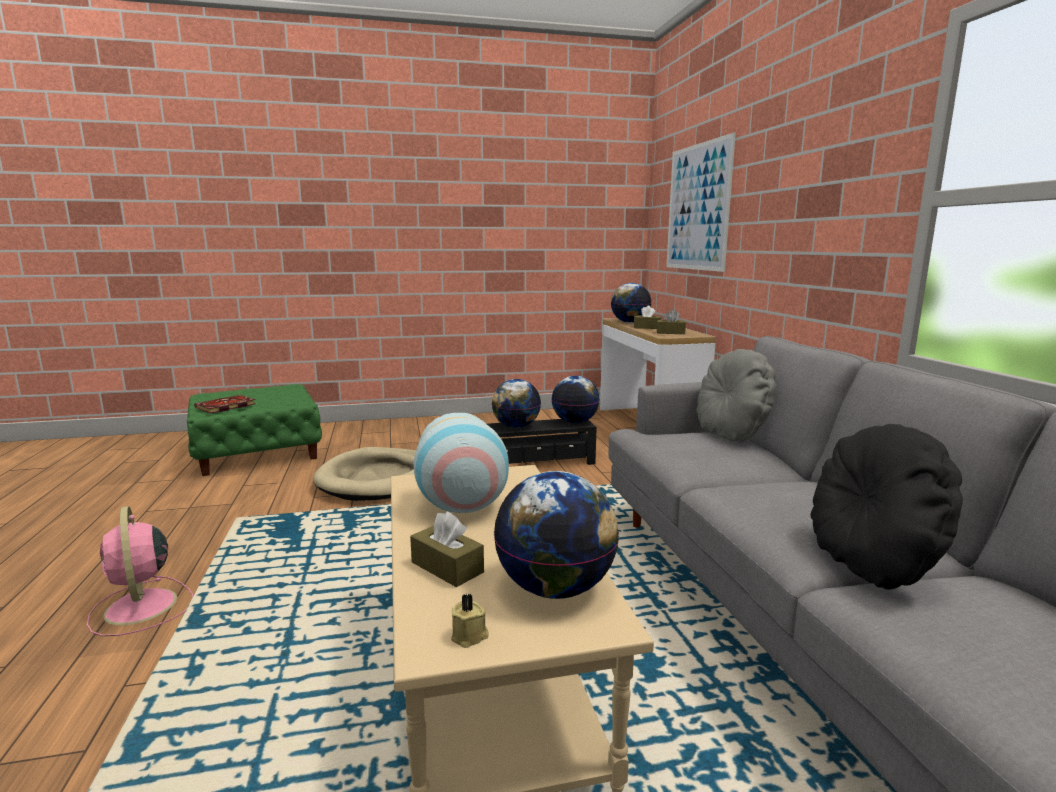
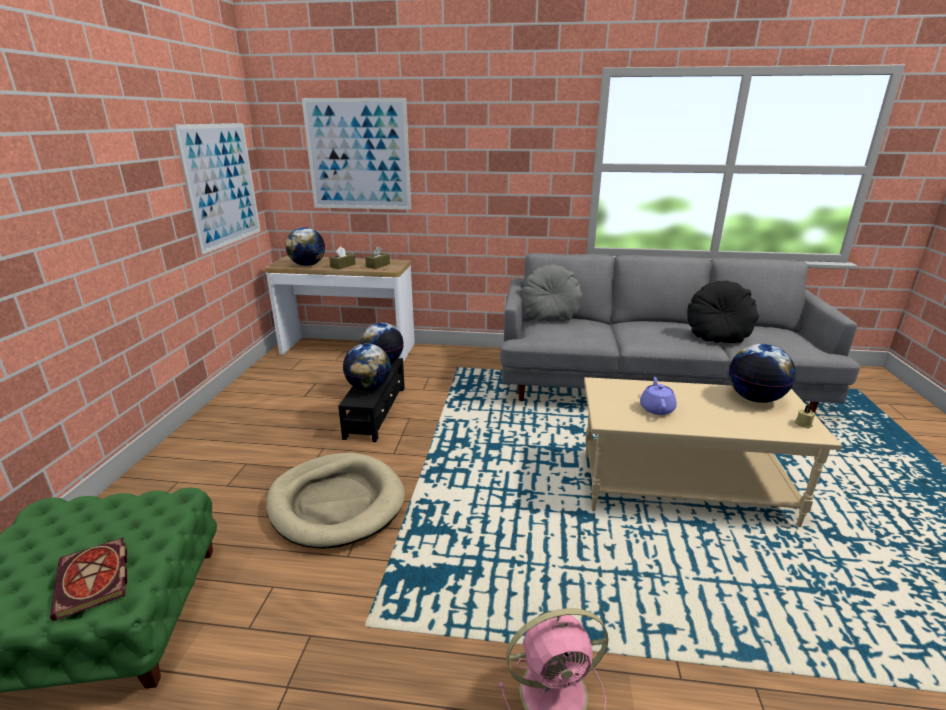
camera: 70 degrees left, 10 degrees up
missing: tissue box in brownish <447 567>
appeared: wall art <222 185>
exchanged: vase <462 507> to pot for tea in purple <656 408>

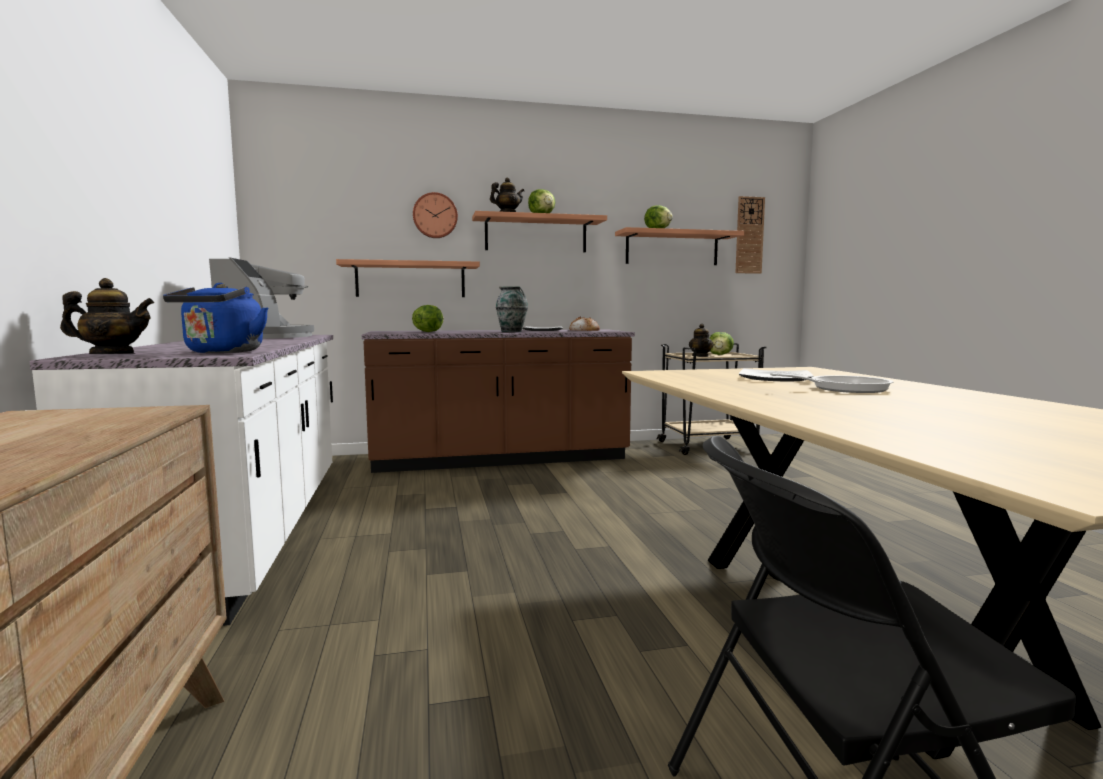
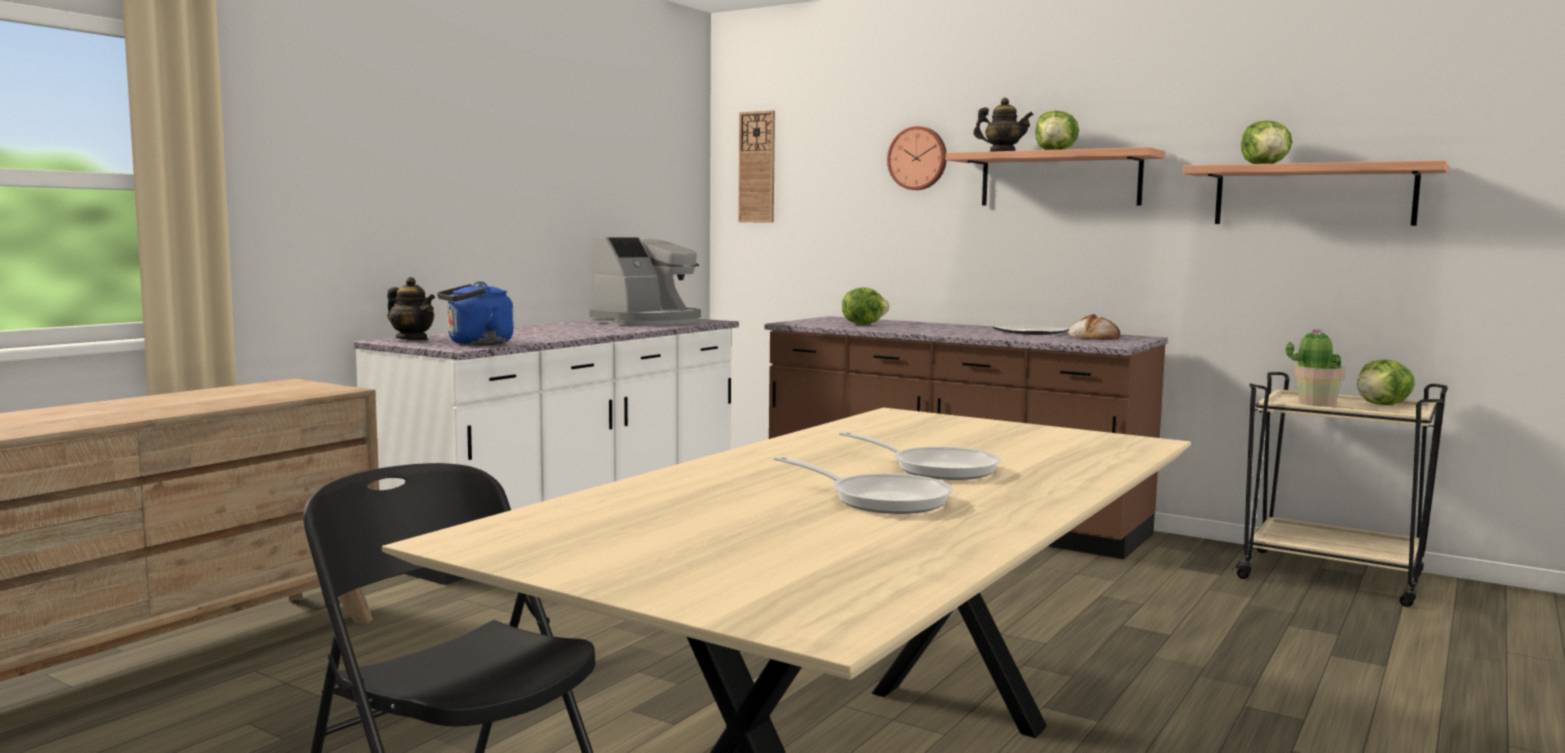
camera: 45 degrees right, 0 degrees up
missing: wall shelf <410 280>; vase <512 332>; flat dish <775 378>
appeared: skillet <881 499>
relocated: wall clock <749 235> to <757 167>
exchanged: pot for tea <700 356> to houseplant <1316 403>

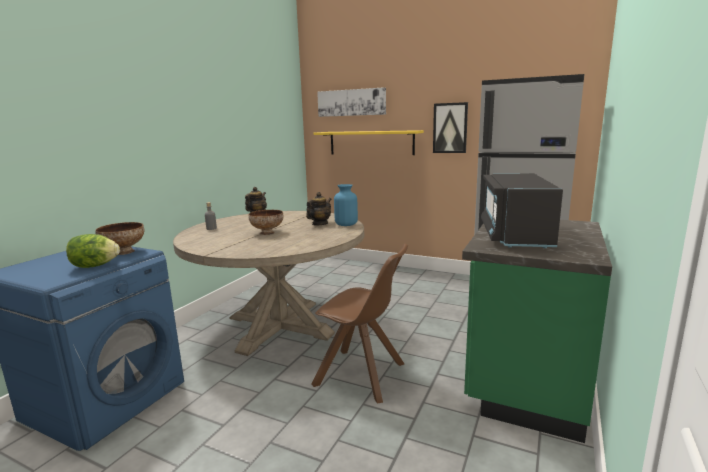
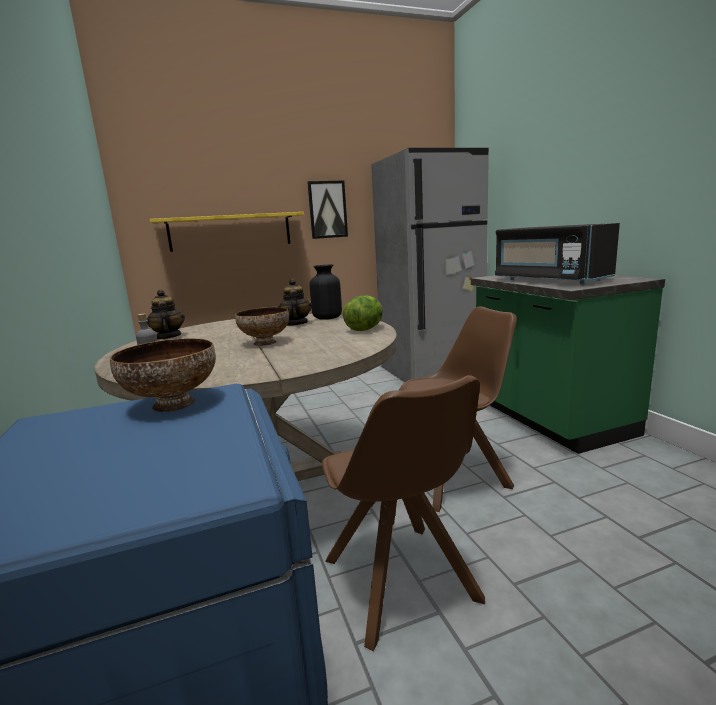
camera: 45 degrees left, 0 degrees up
missing: wall art <351 102>
appeared: plain chair in brownish <401 583>
relocated: lettuce <95 266> to <365 329>
colour: vase in blue-coloured <346 224> to vase in black-coloured <327 318>

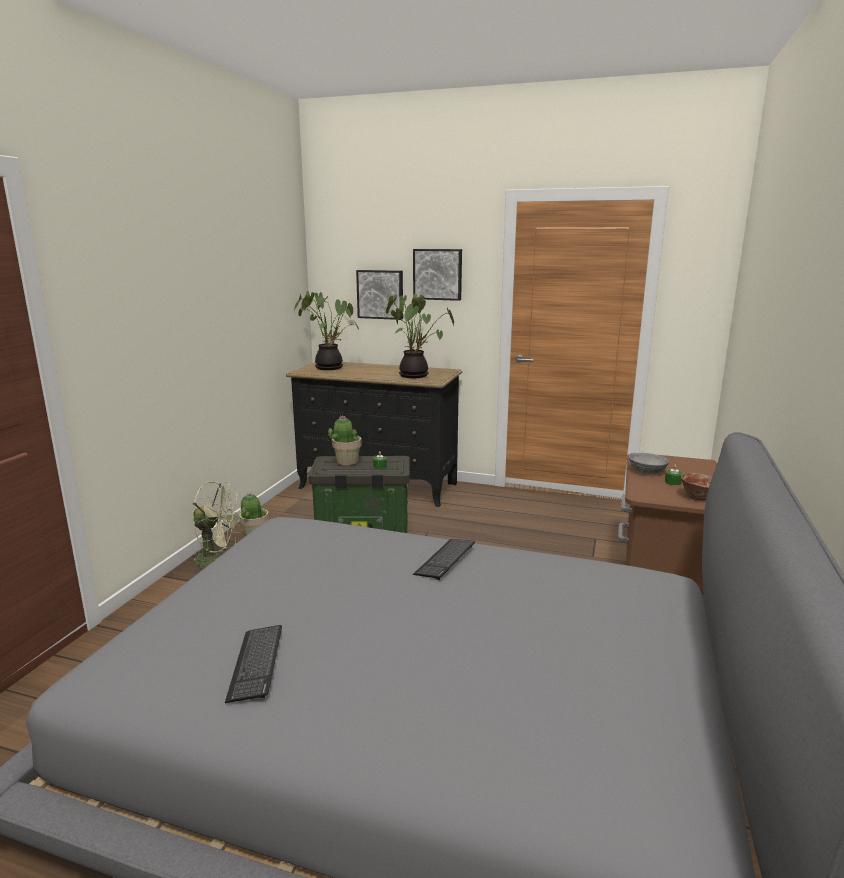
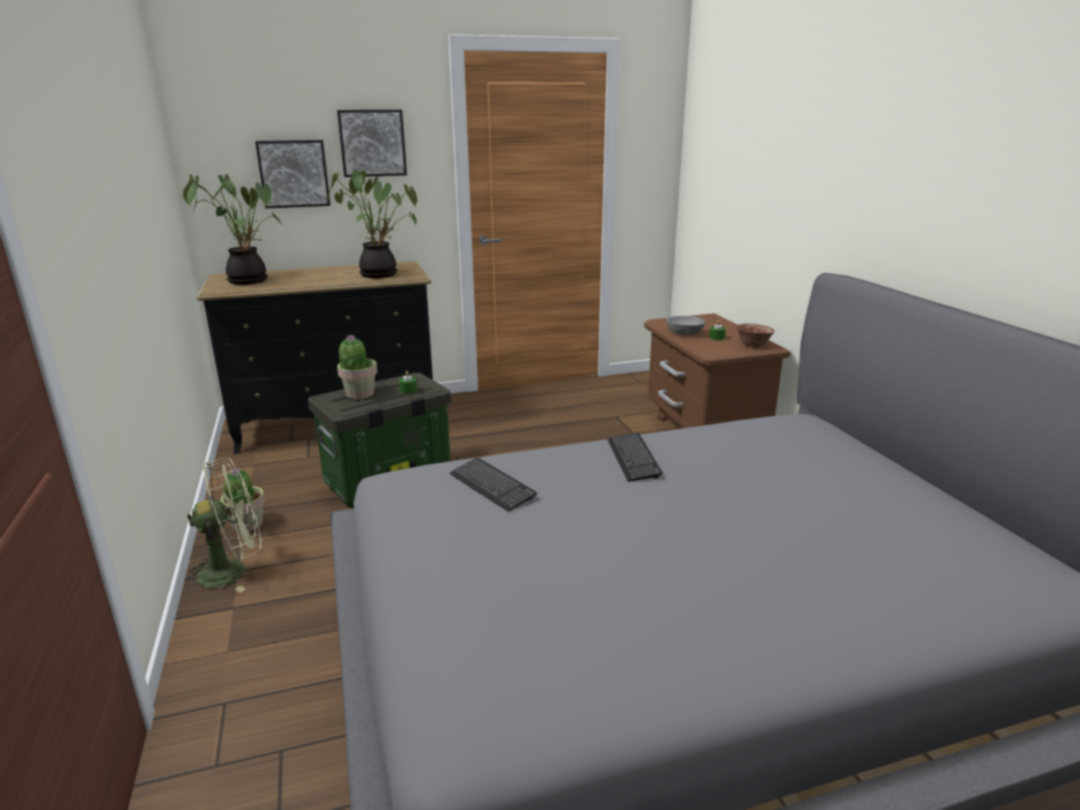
camera: 35 degrees left, 5 degrees up
relocated: keyboard <256 664> to <492 486>

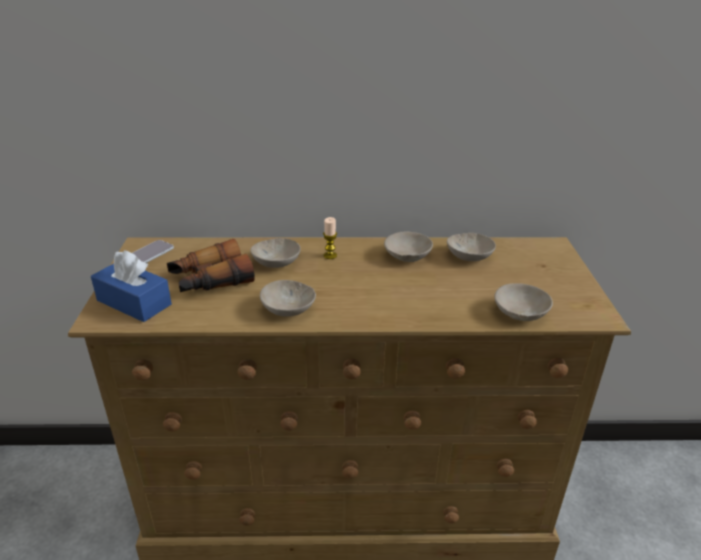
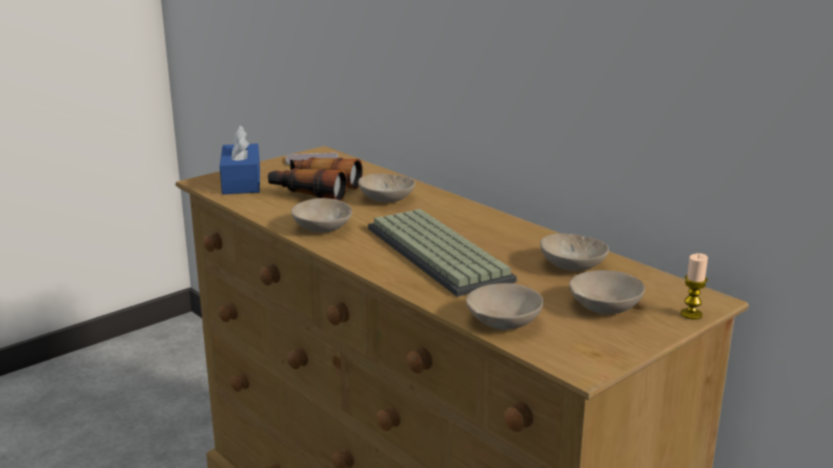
camera: 50 degrees right, 10 degrees down
appeared: keyboard <441 253>
relocated: bowl in sand-coloured <408 255> to <608 307>; wax candle <330 255> to <691 314>

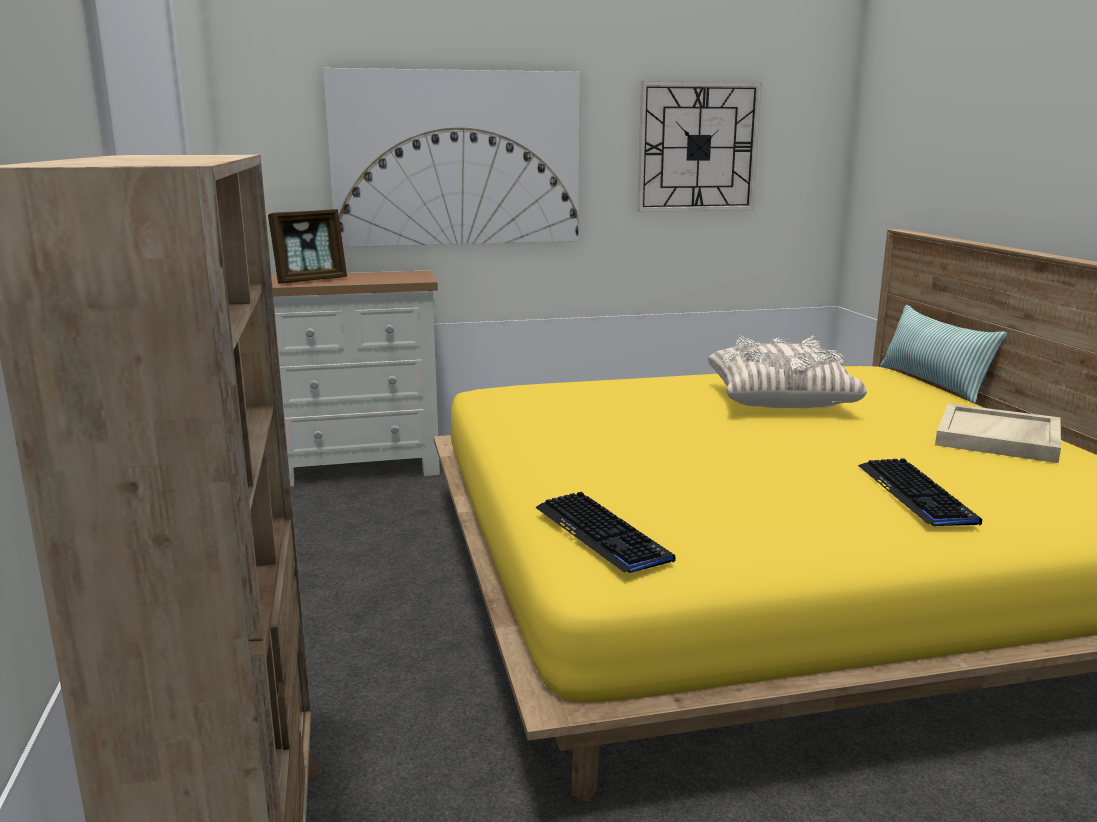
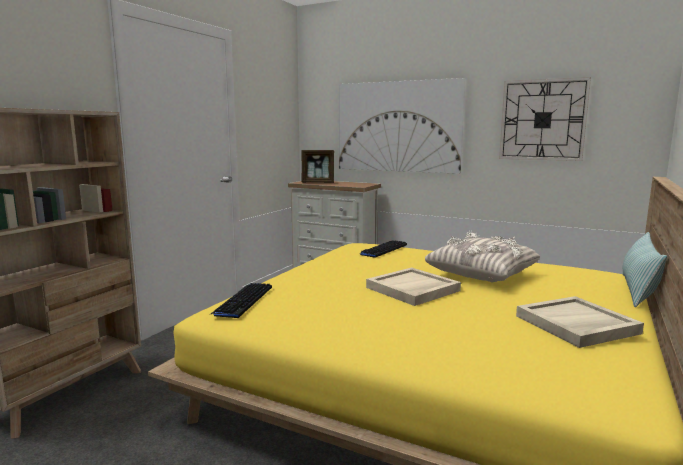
camera: 40 degrees right, 5 degrees down
appeared: tray in sand-coloured <412 289>
relocated: keyboard <916 494> to <383 250>

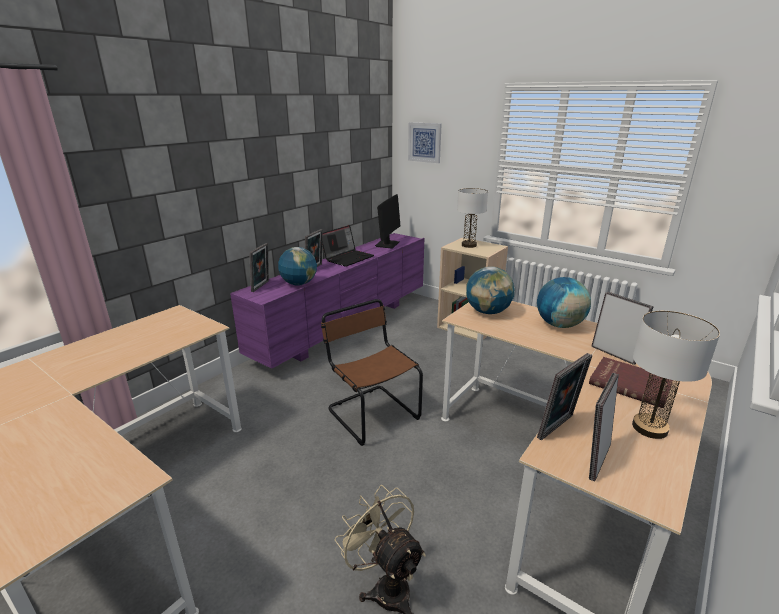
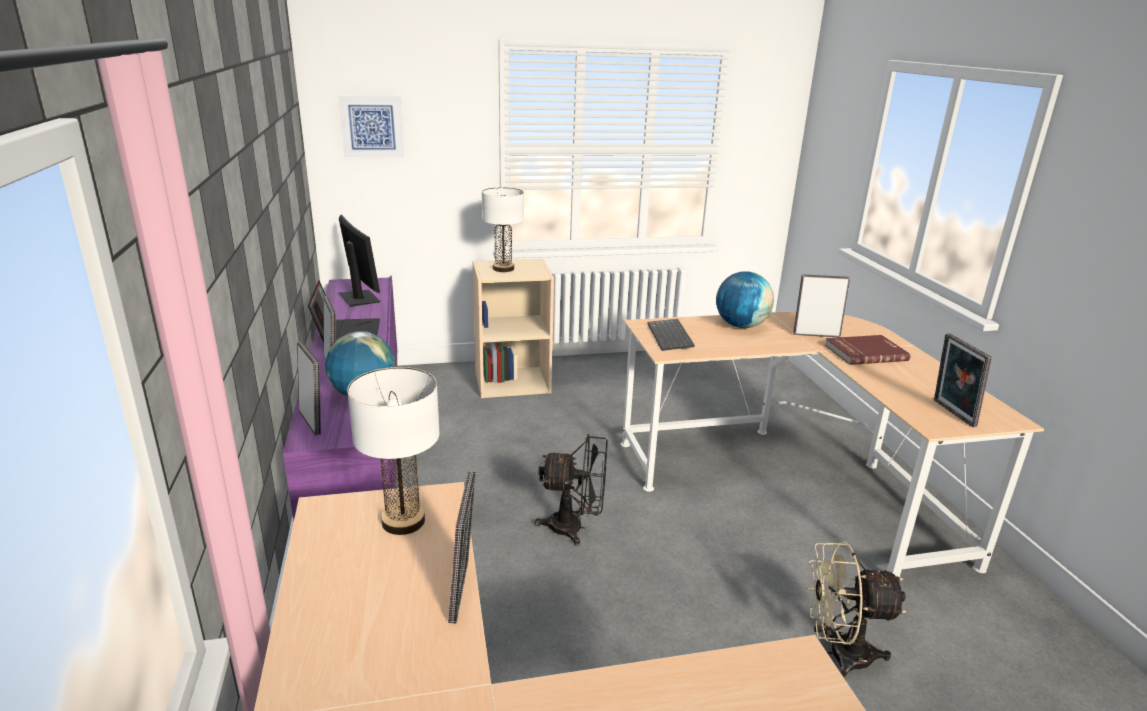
camera: 50 degrees left, 0 degrees up
relocated: tabletop lamp <650 428> to <404 521>; picture frame <558 428> to <464 591>
exchanged: plain chair in brownish <371 412> to fan in black-coloured <575 527>; world globe <488 312> to keyboard <671 336>

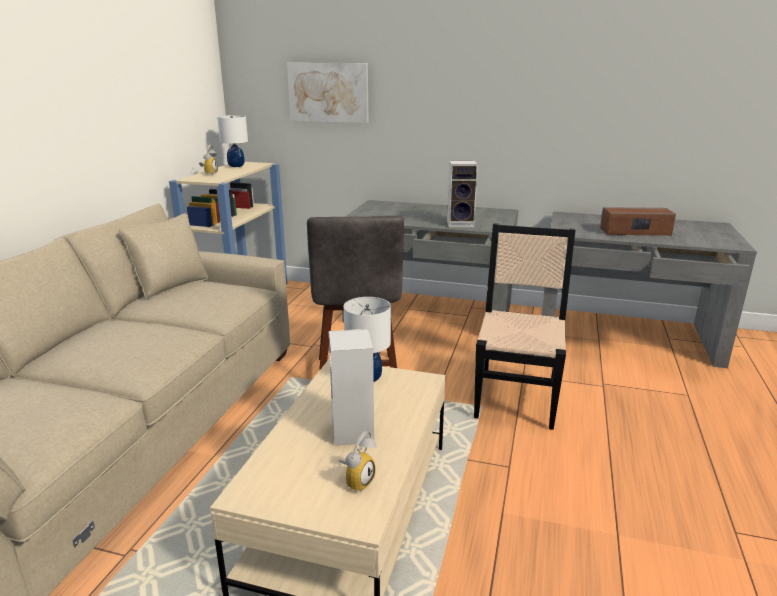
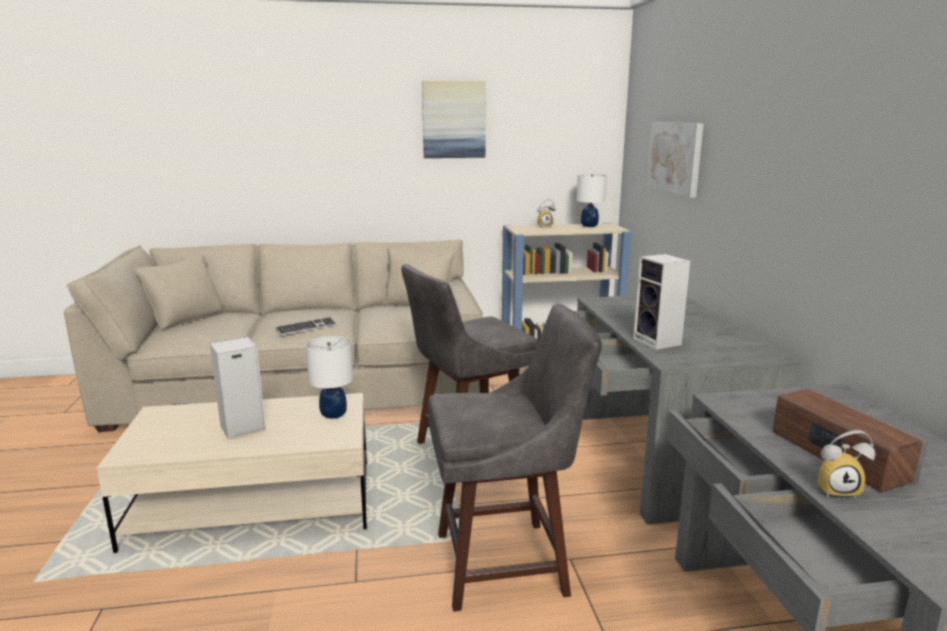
camera: 65 degrees right, 5 degrees down
appeared: keyboard <306 328>; wall art <453 120>
relocated: alarm clock <357 481> to <837 489>
exchanged: plain chair <516 397> to sitting stool in greyish <506 562>

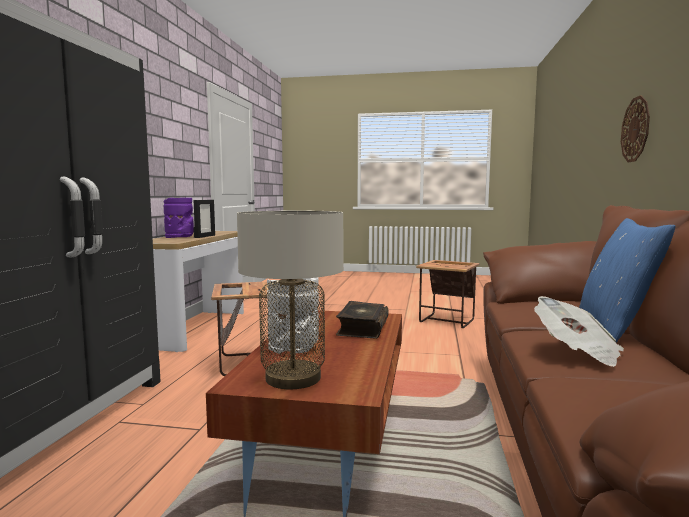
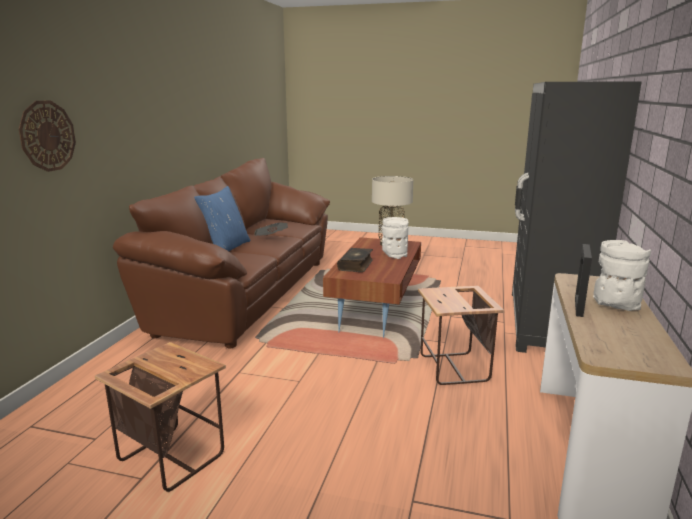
camera: 175 degrees left, 10 degrees up
colour: vase in purple <180 237> to vase in white-coloured <615 305>

